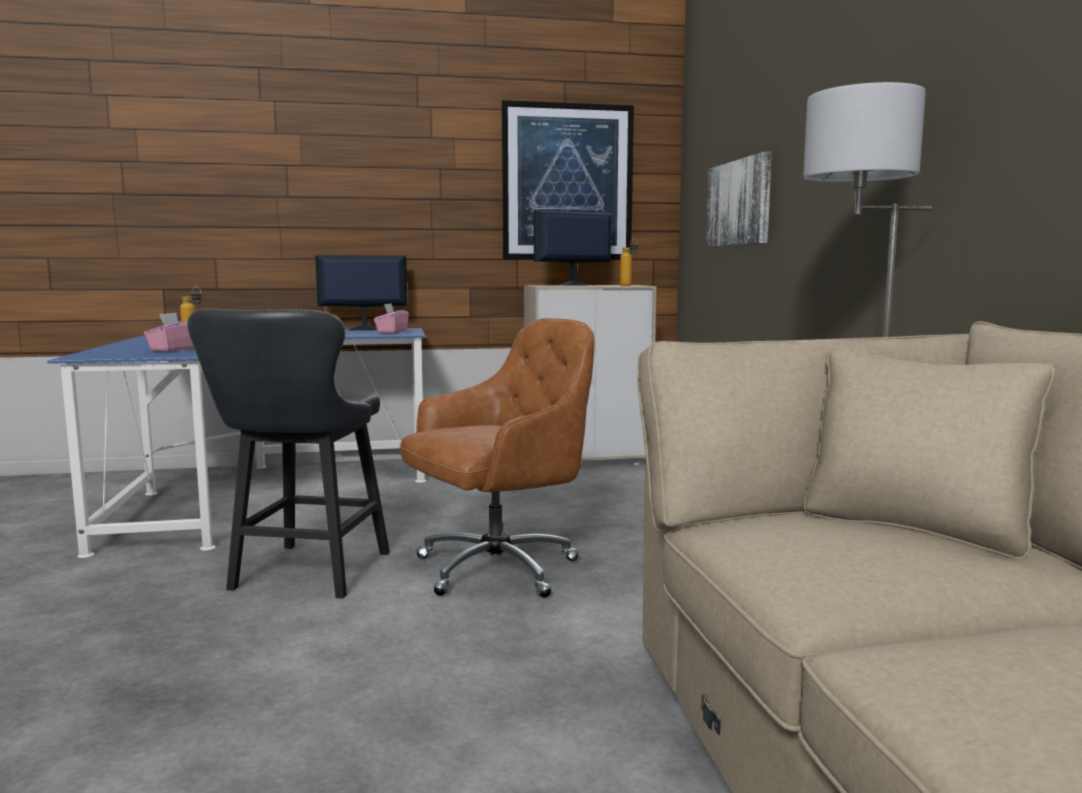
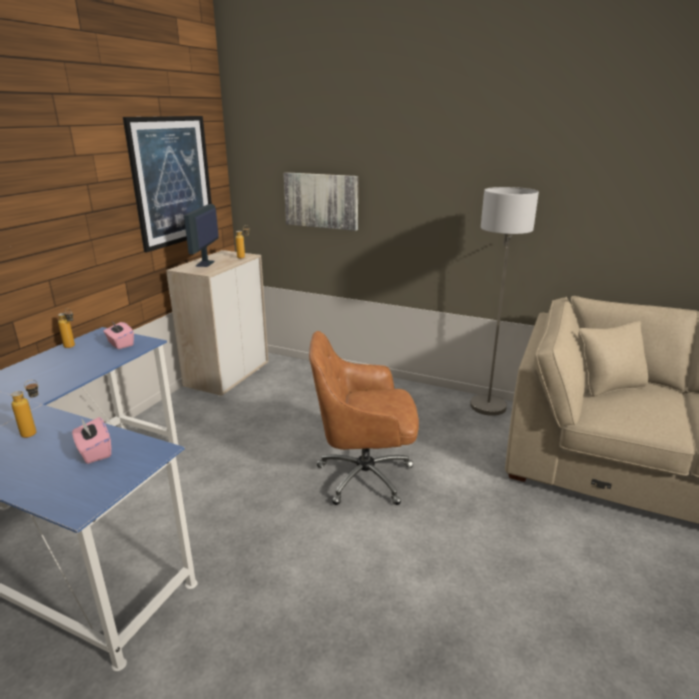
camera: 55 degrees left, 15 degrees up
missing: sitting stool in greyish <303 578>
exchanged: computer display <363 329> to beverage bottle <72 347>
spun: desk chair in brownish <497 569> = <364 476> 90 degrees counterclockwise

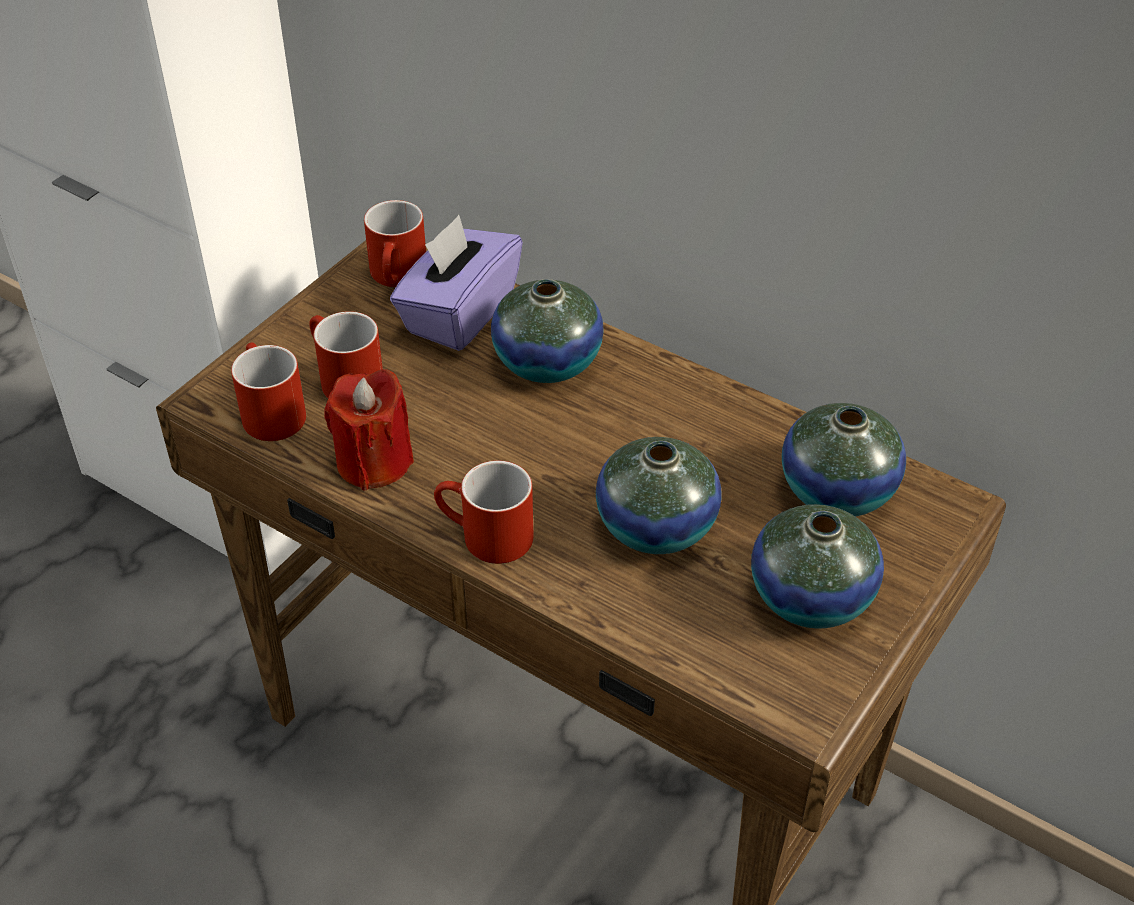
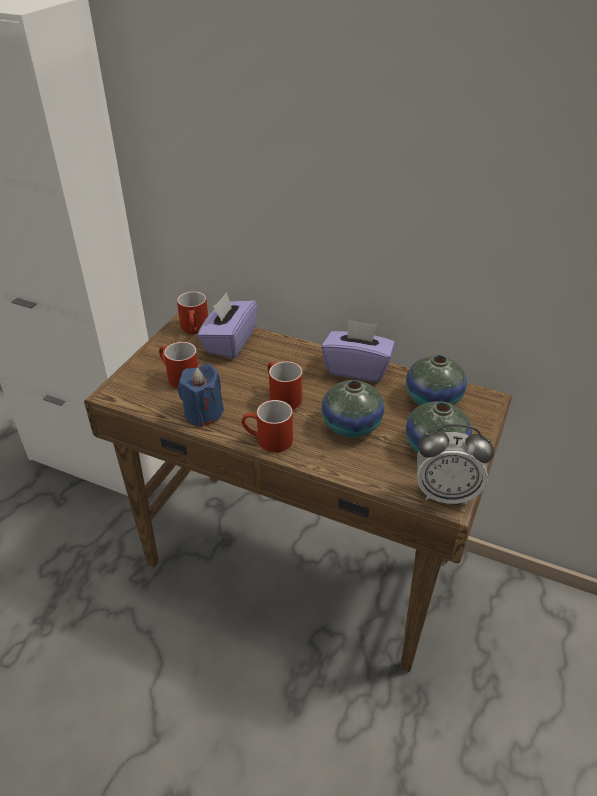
camera: 10 degrees left, 5 degrees down
missing: vase <547 362>
appeared: tissue box in purple <357 368>; alarm clock <445 493>
relocated: mug in red <268 411> to <281 396>
colour: wax candle in red <374 462> to wax candle in blue-coloured <203 413>

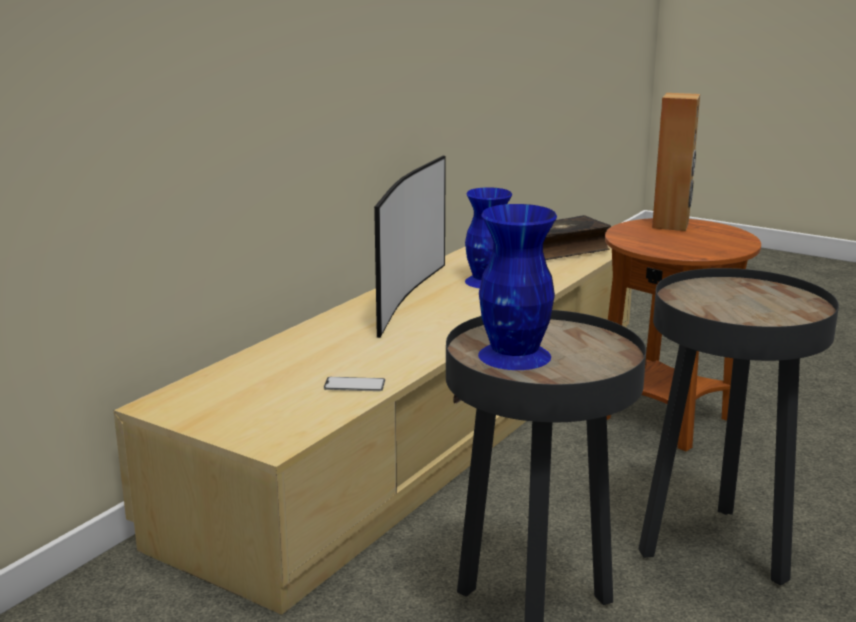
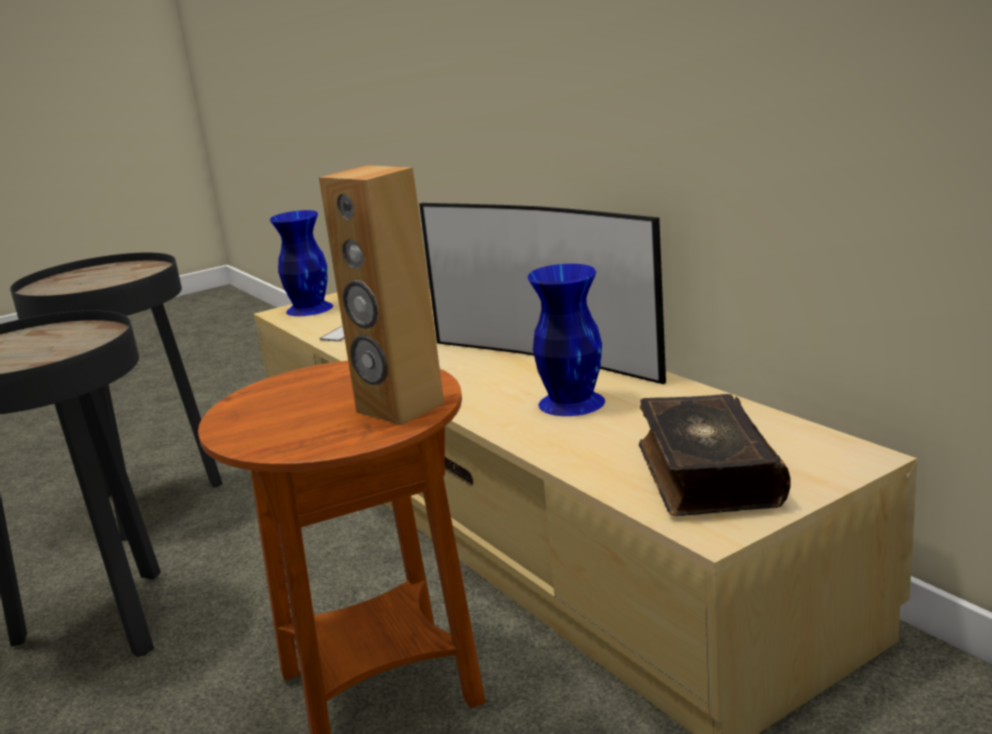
camera: 115 degrees right, 0 degrees up
relocated: vase in blue-coloured <514 356> to <308 308>

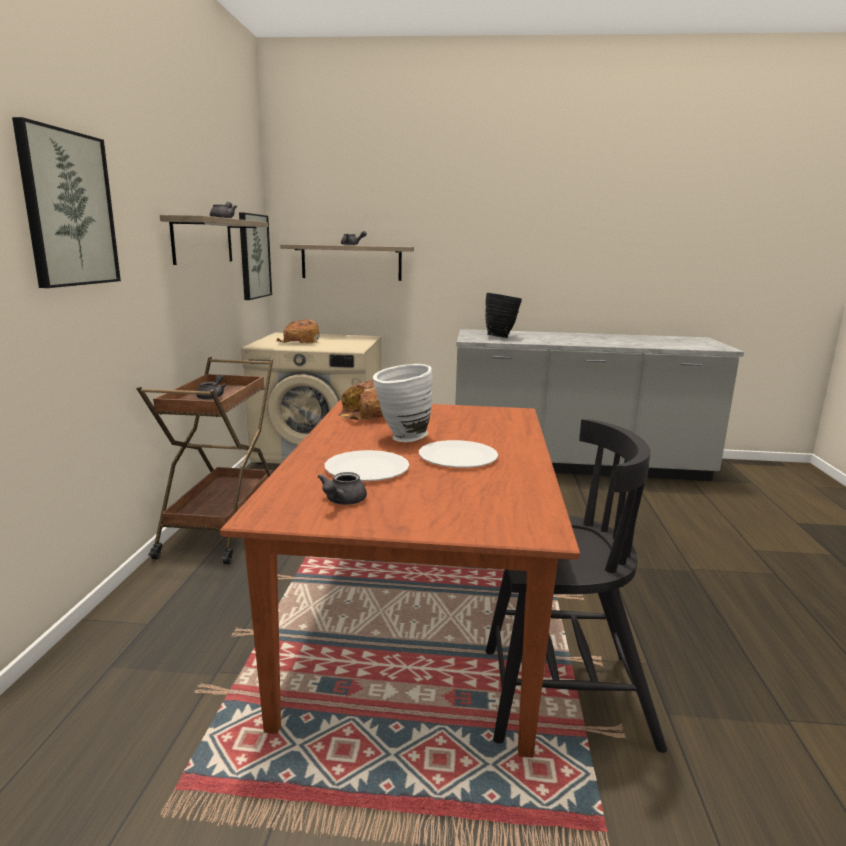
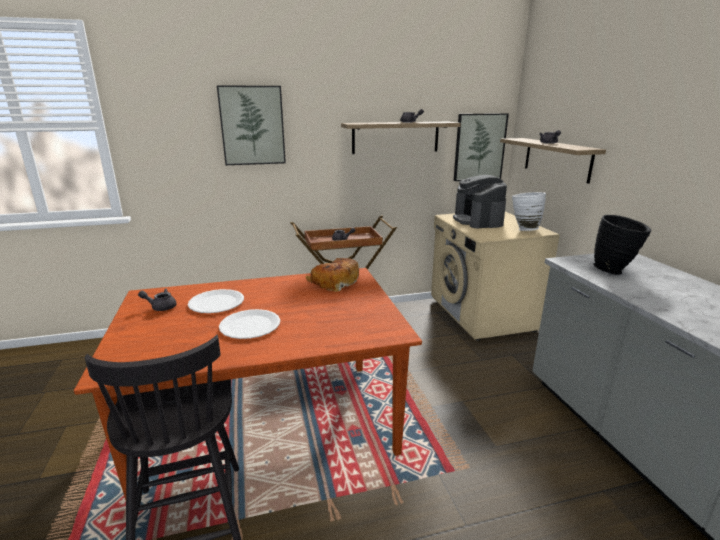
camera: 70 degrees right, 5 degrees up
relocated: vase in white-coloured <401 439> to <523 229>
exchanged: bakery bread <298 341> to coffee maker <478 220>

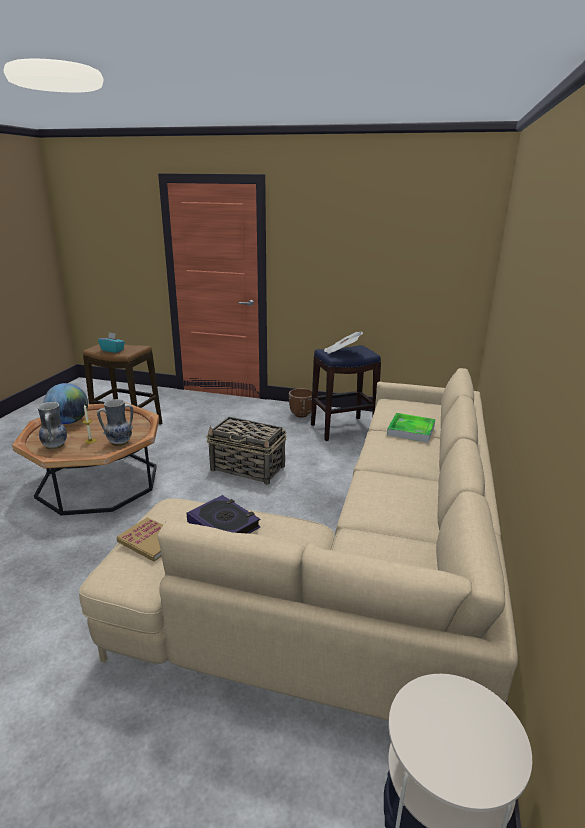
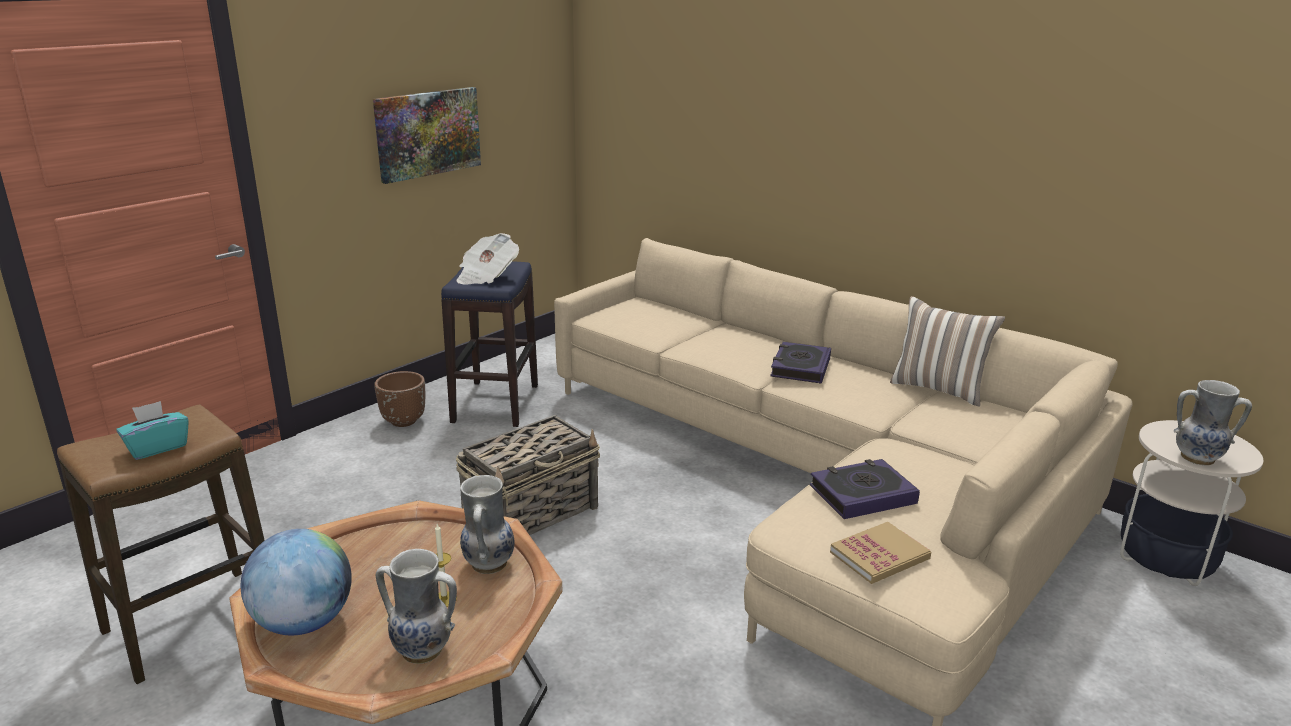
camera: 65 degrees left, 0 degrees up
missing: tray <411 430>
appeared: wall art <427 133>; book <800 367>; pillow <939 389>; vase <1197 459>

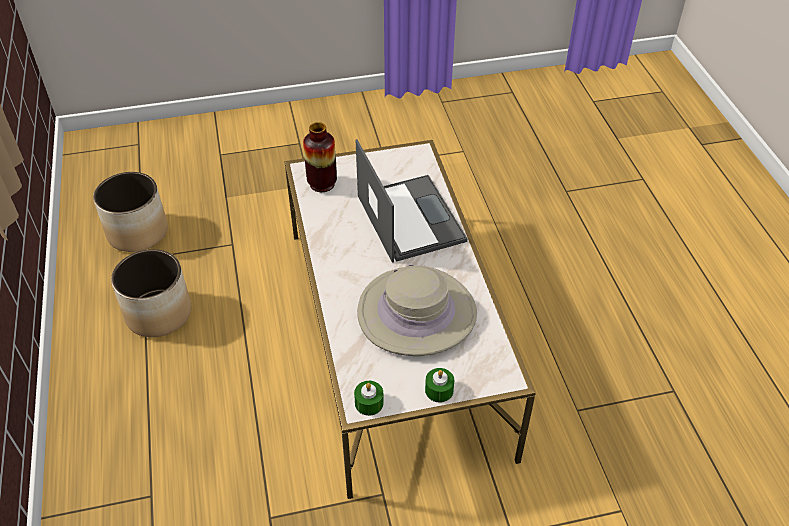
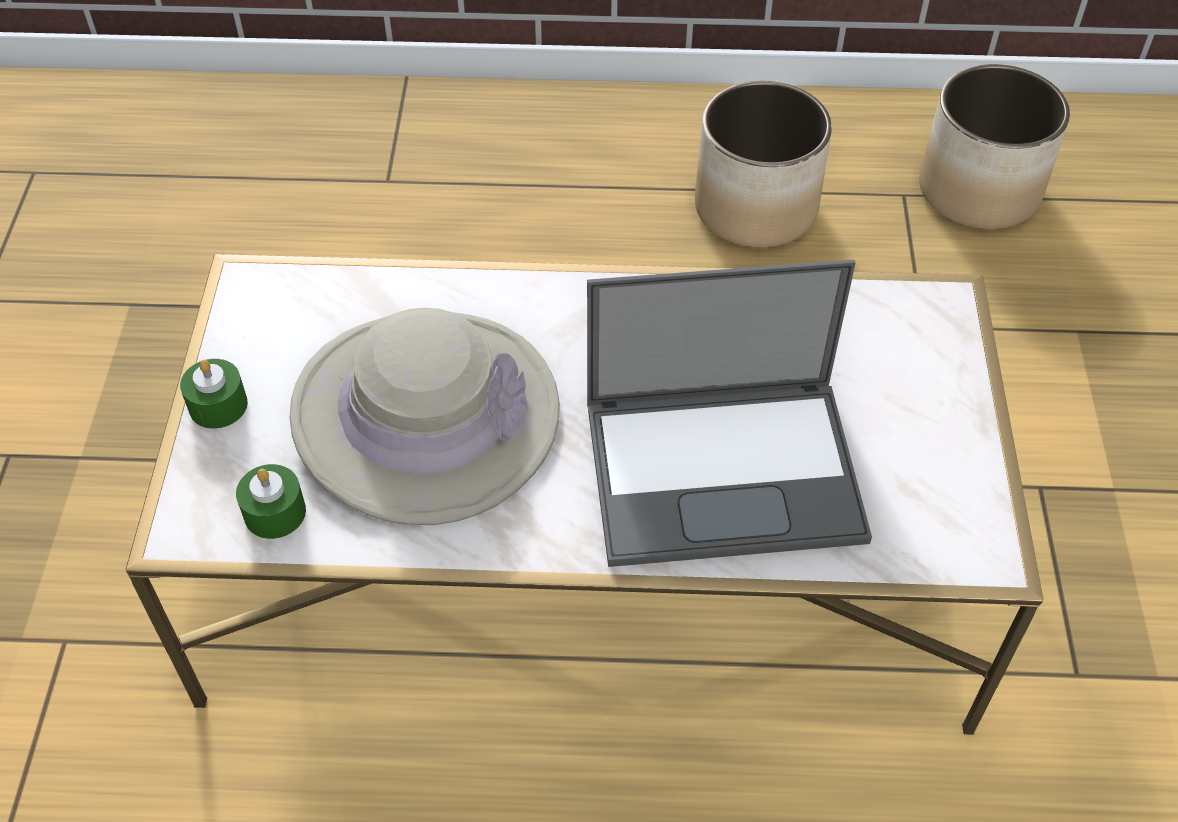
camera: 105 degrees right, 5 degrees up
missing: vase <322 184>
relocated: wax candle in green <369 403> to <275 512>

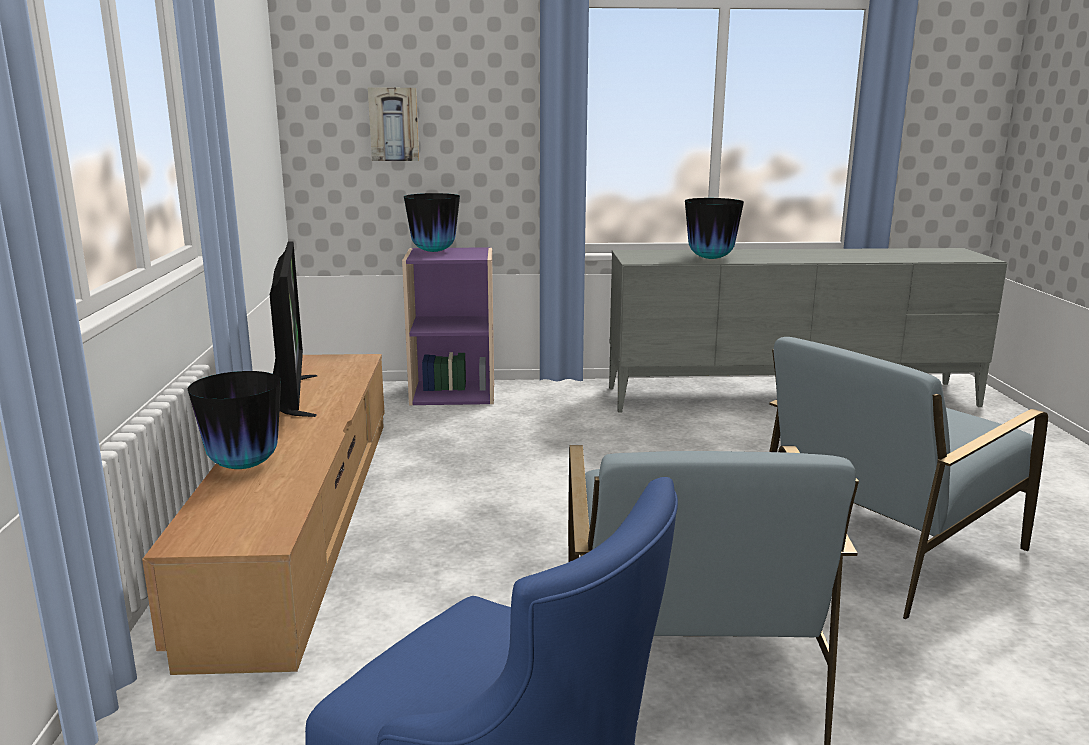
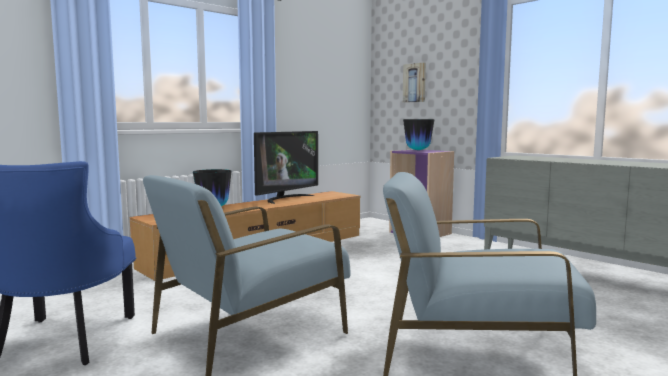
camera: 50 degrees right, 10 degrees down
missing: vase <710 258>

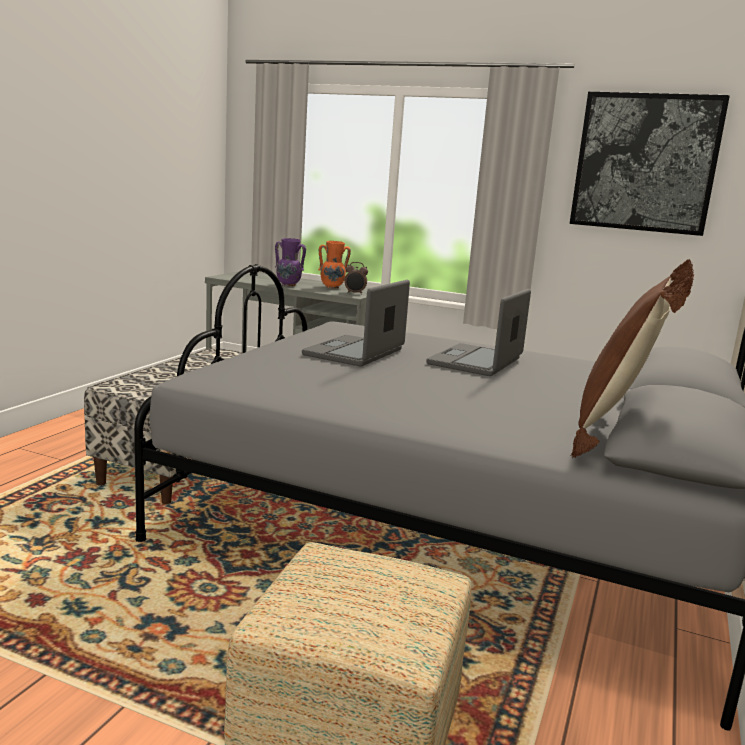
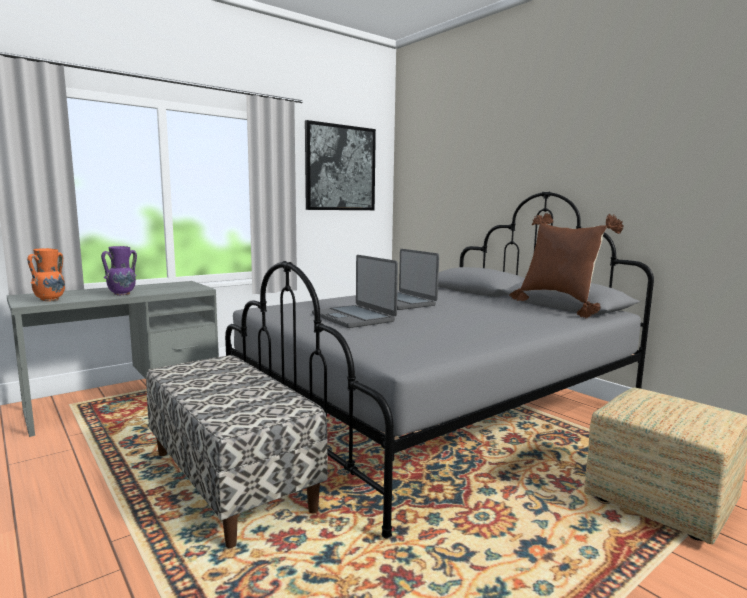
camera: 60 degrees left, 5 degrees down
missing: alarm clock <355 293>
relocated: vase in orangey <332 287> to <50 300>

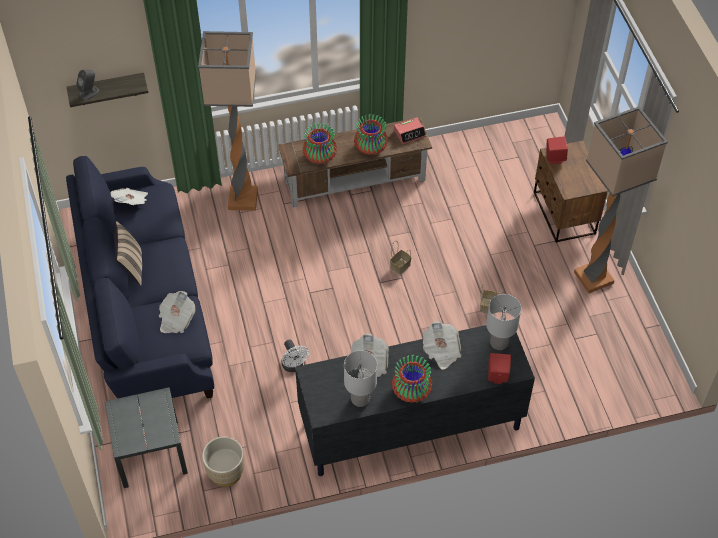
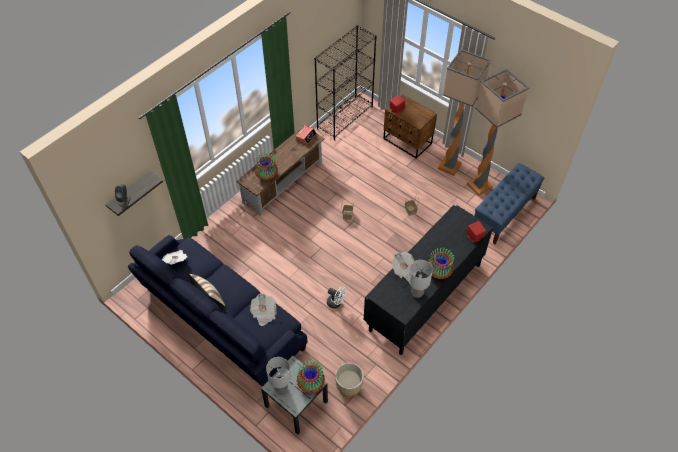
camera: 35 degrees left, 0 degrees up
missing: daily paper <441 351>
appeared: bookcase in black-coloured <345 117>; bench in blue-coloured <503 214>
relocated: tabletop lamp in greyish <499 344> to <281 387>; vase <370 147> to <310 383>; floor lamp <244 198> to <479 185>

